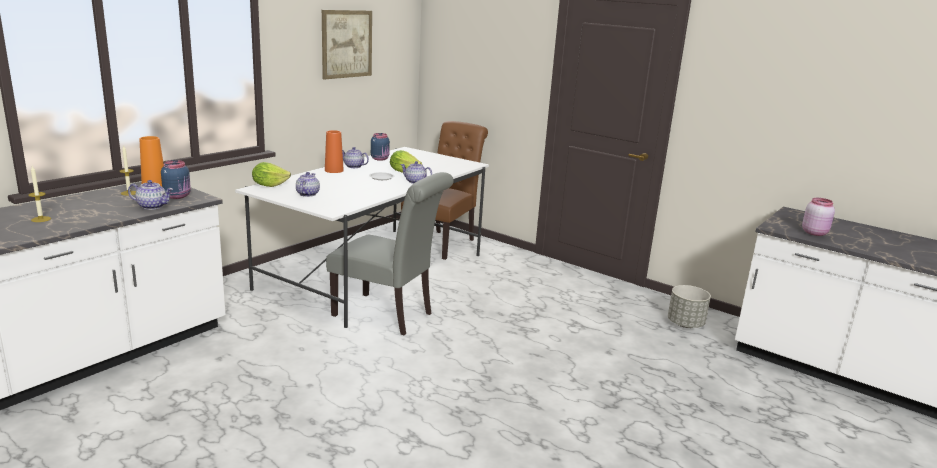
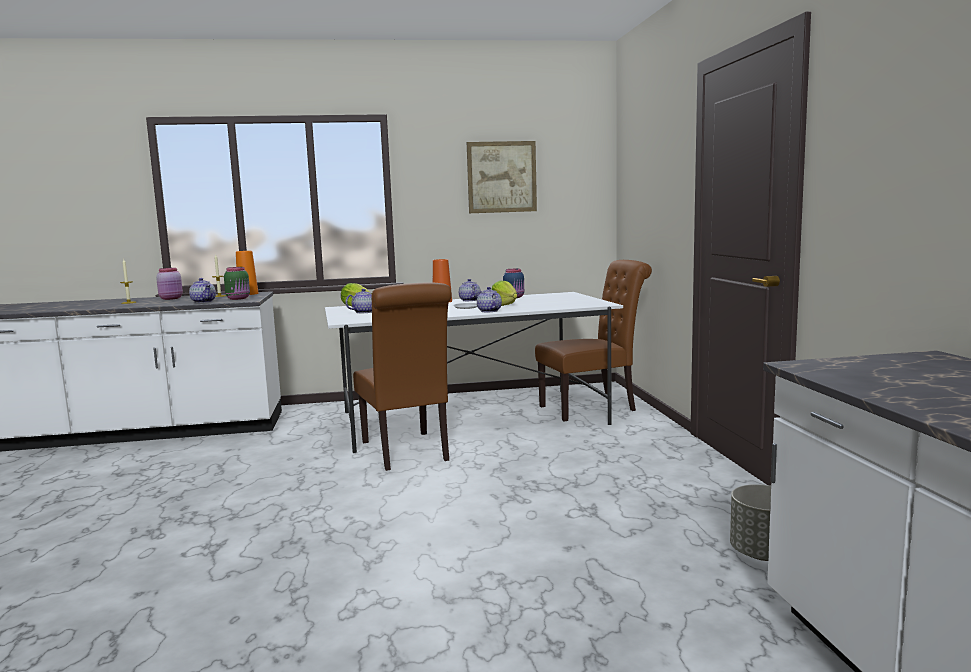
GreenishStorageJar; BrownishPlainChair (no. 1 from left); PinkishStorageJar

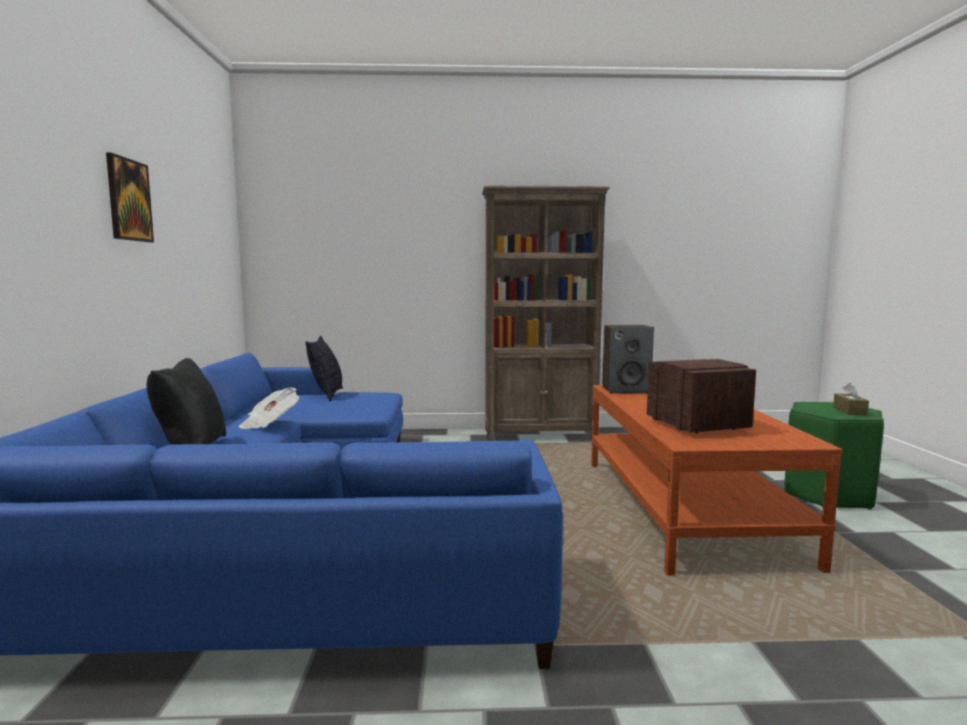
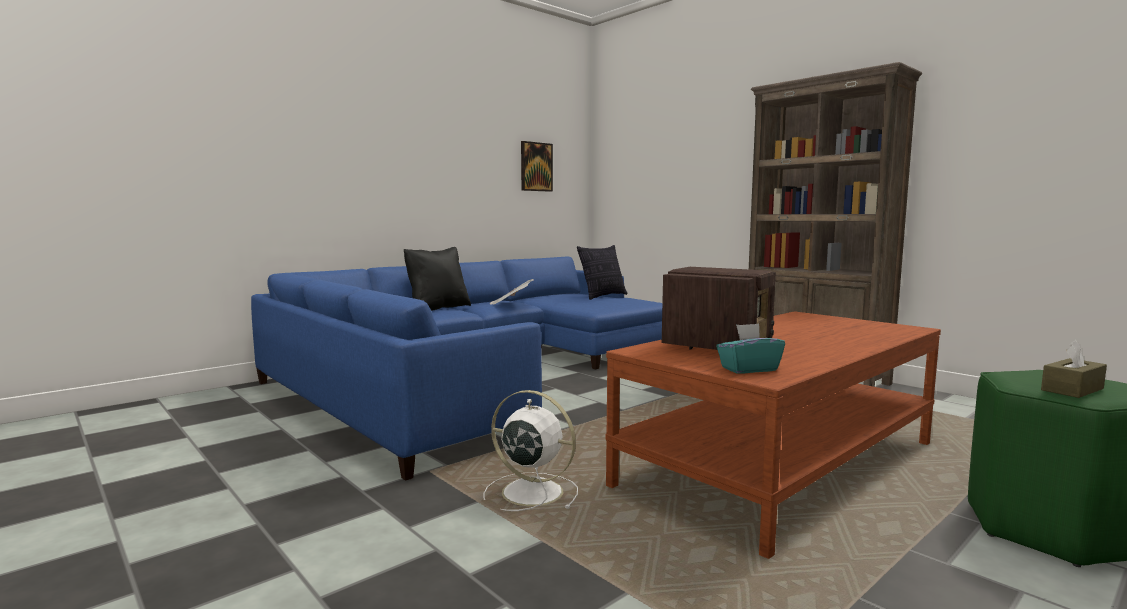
Picture; Loudspeaker; WhitishFan; BlueGreenTissueBox

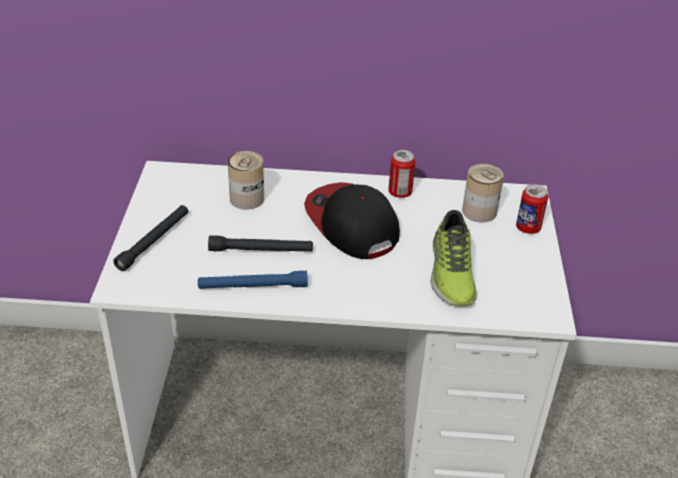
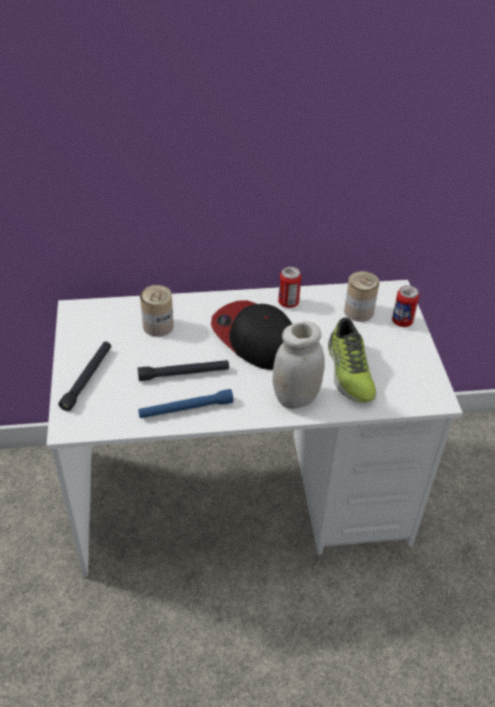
WhitishStorageJar

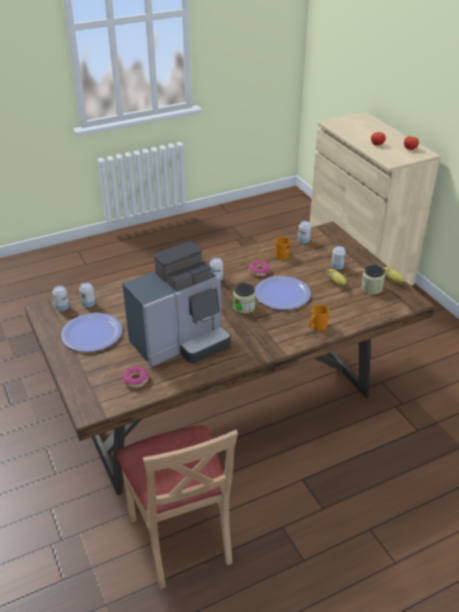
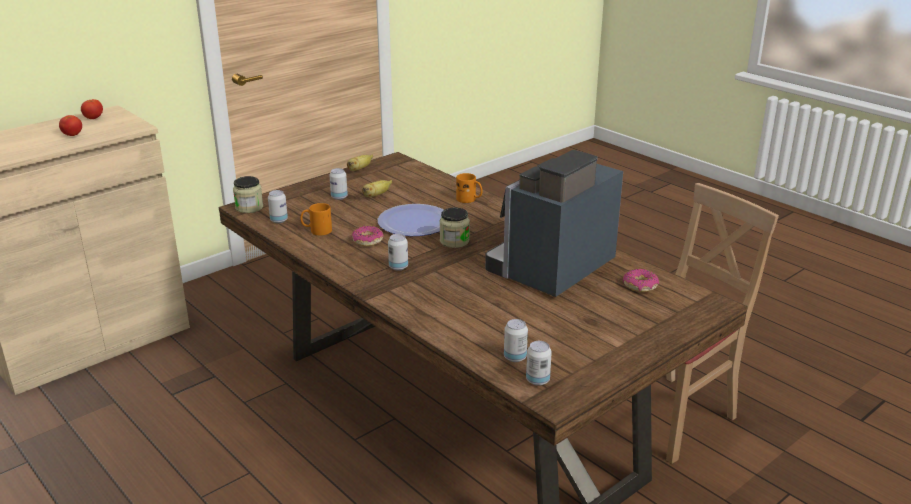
Plate (no. 1 from left in the first image); CoffeeBrewer; StorageJar (no. 1 from left)

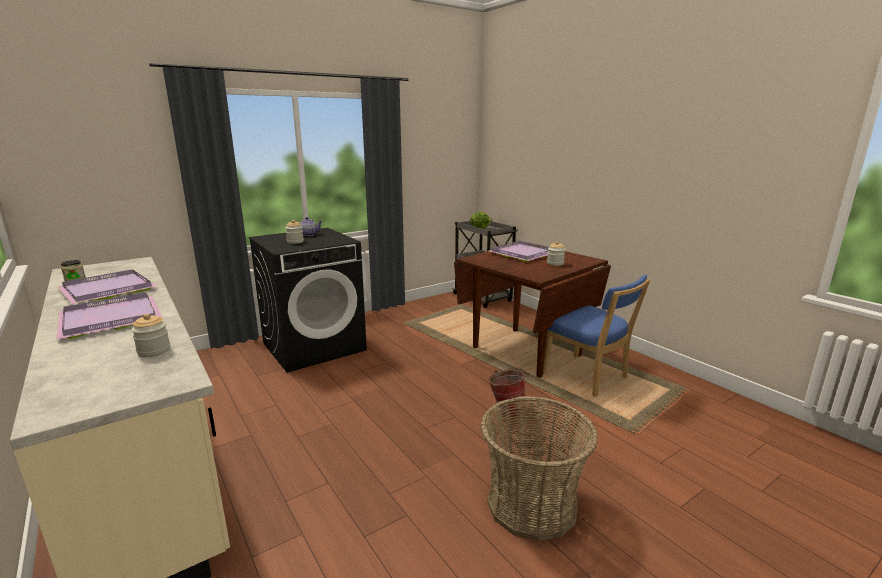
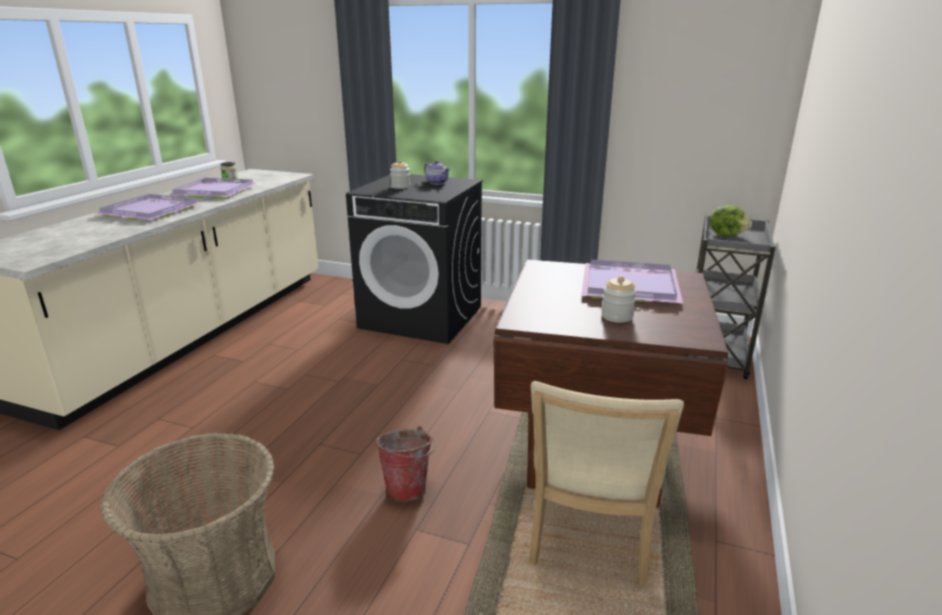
StorageJar (no. 2 from left in the first image); BeigeColouredPlainChair

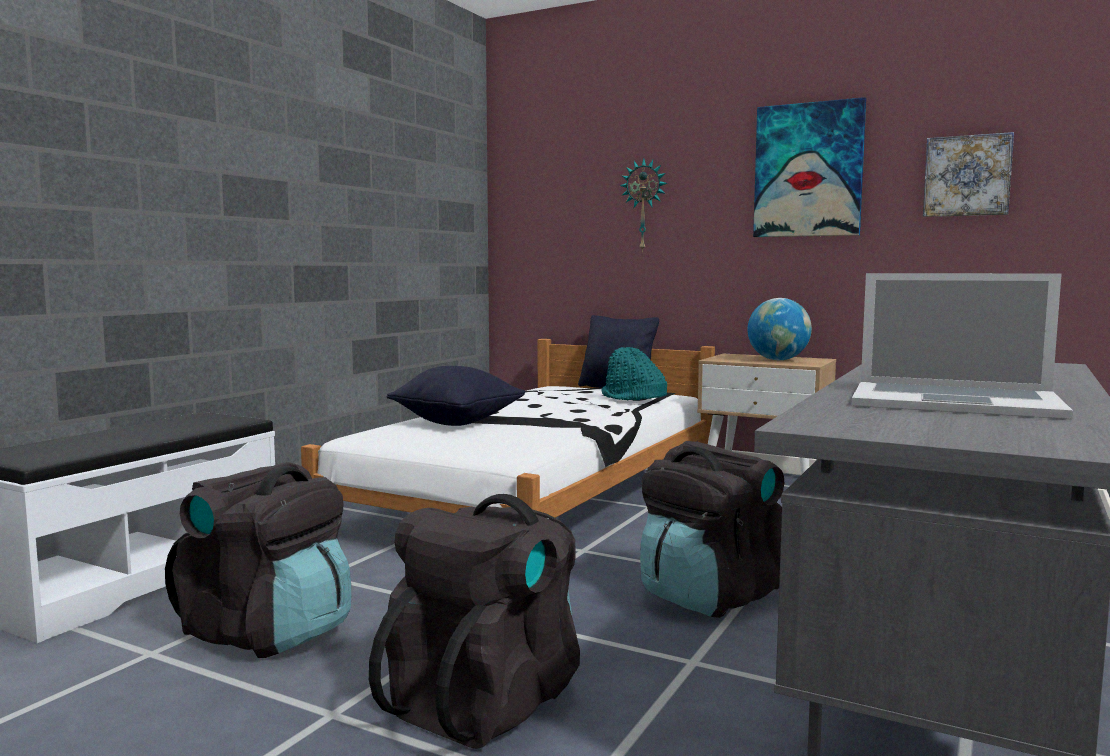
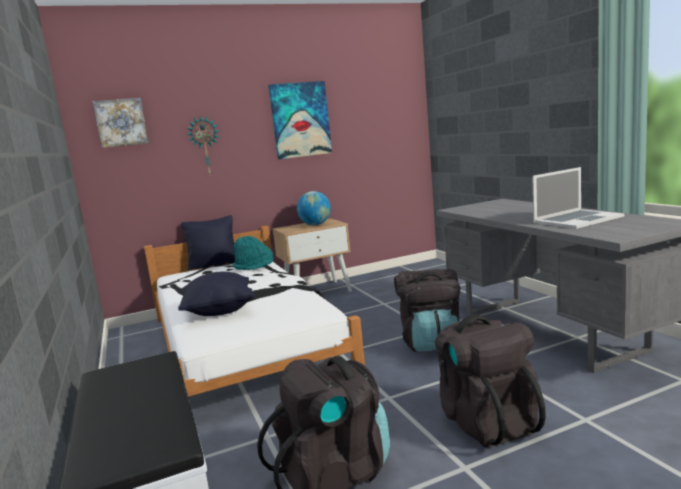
Picture (no. 1 from left)

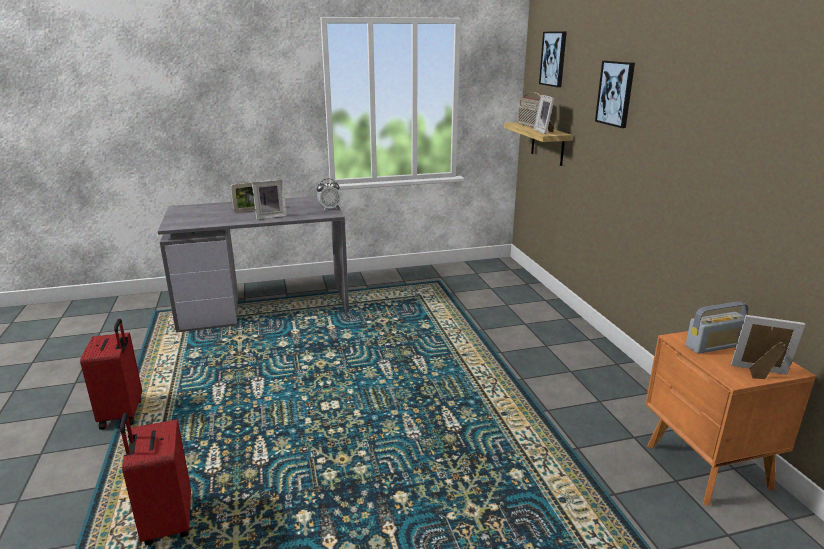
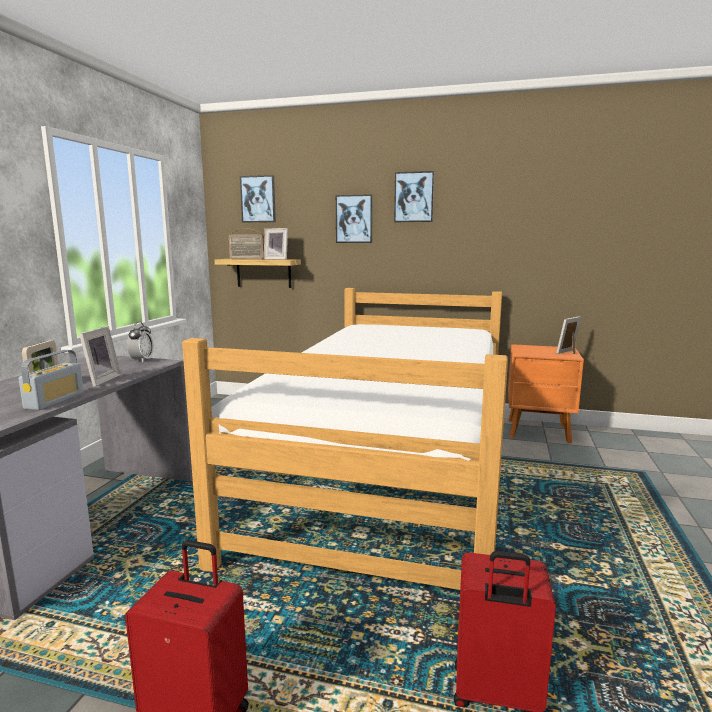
RadioReceiver (no. 1 from left); BedroomBed; Picture (no. 3 from left)

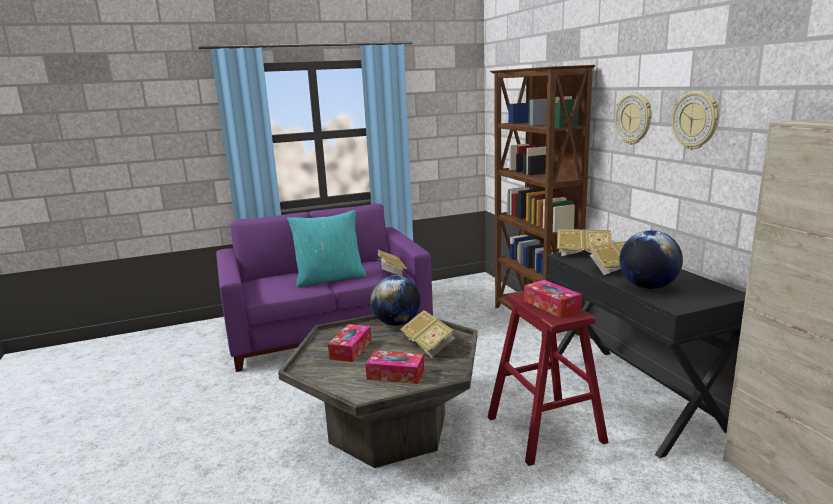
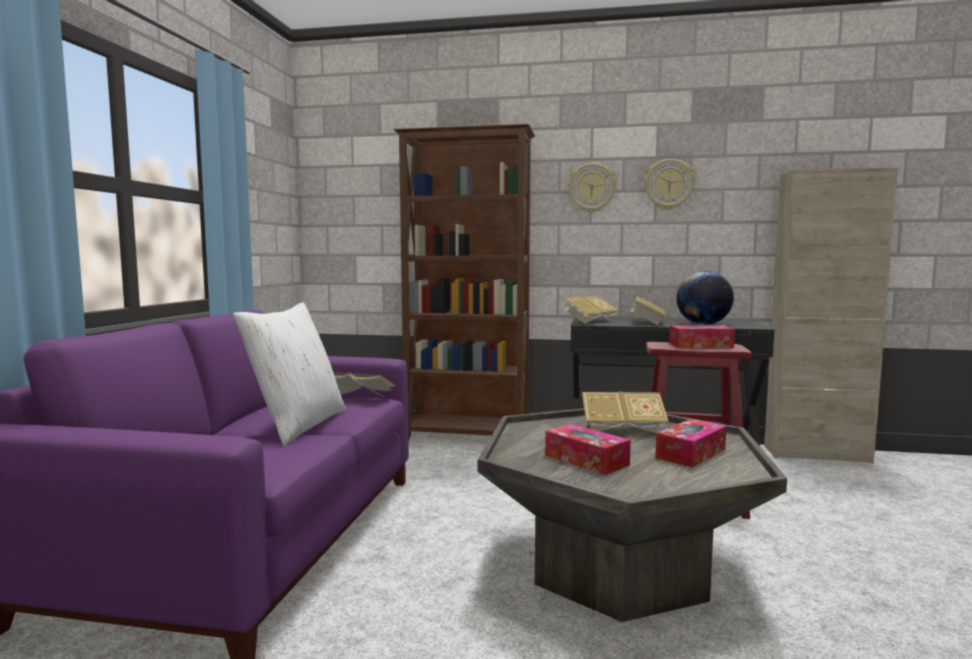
WhitishPillow; WorldGlobe (no. 1 from left in the first image)

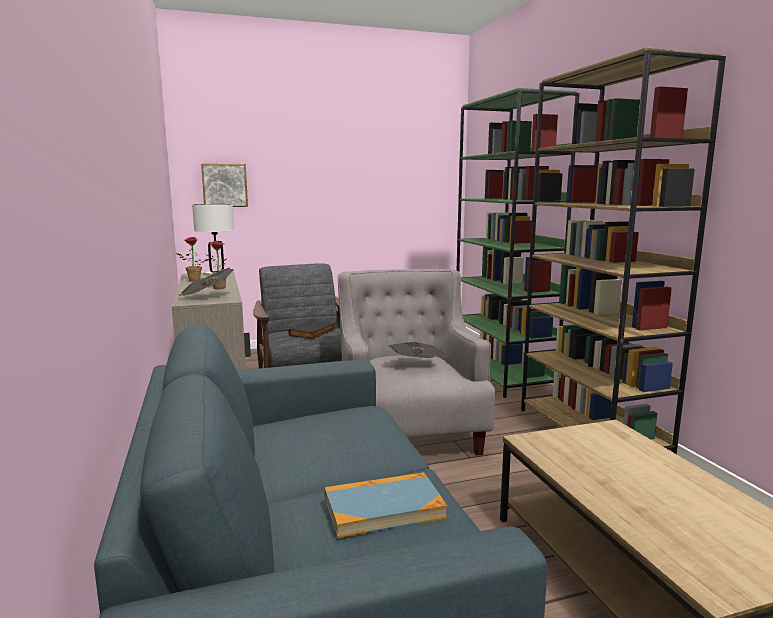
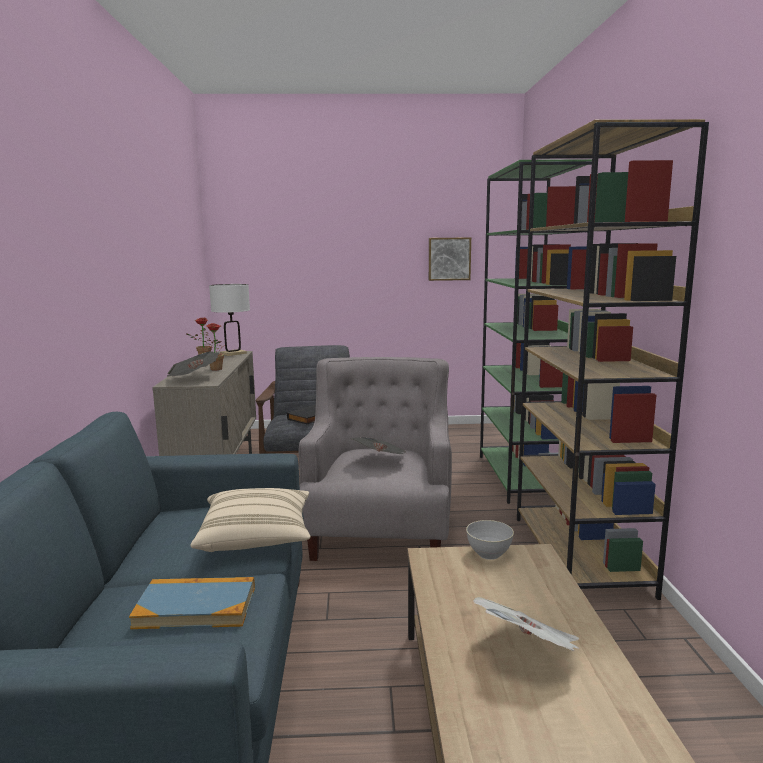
Picture; BeigeColouredPillow; GreyDeepDish; DailyPaper (no. 3 from left)

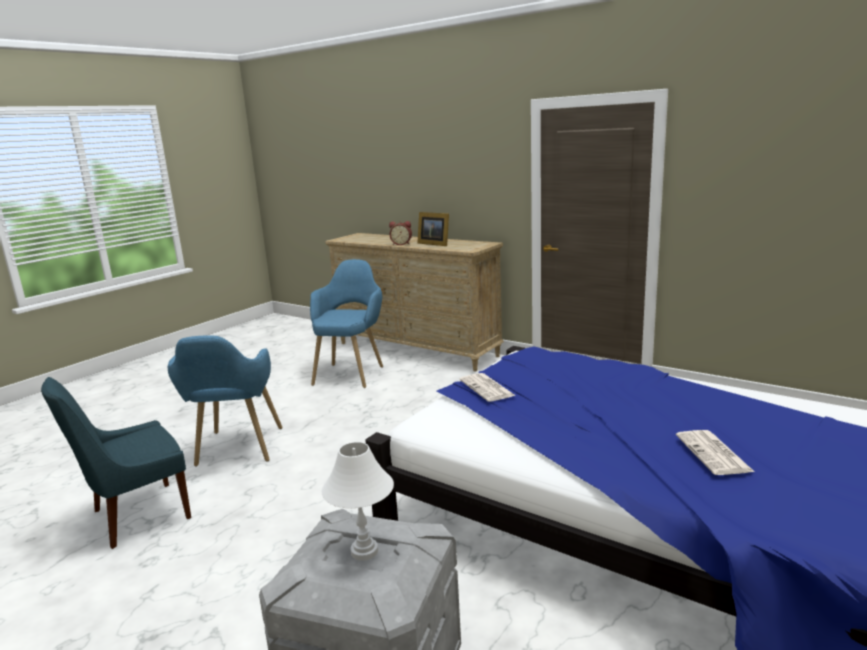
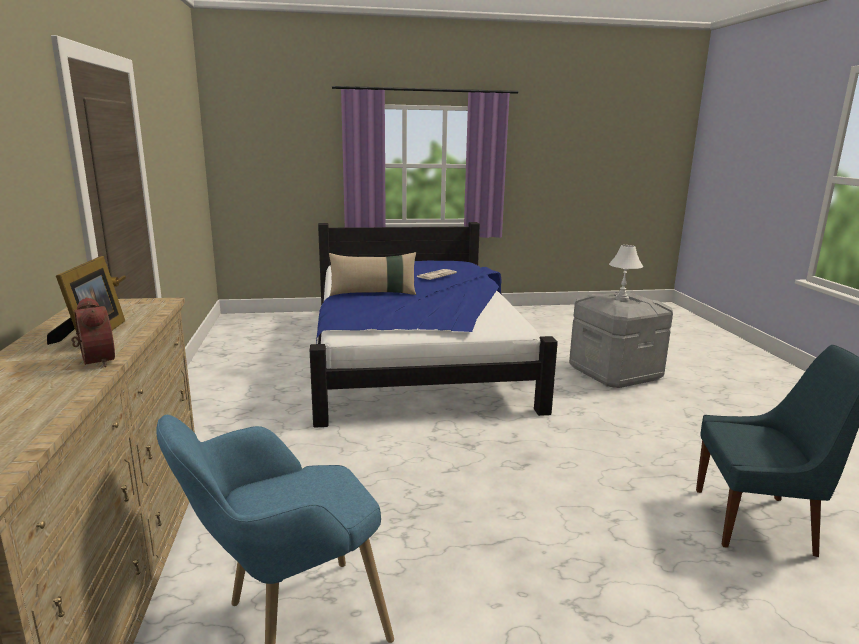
BluishEasyChair (no. 1 from left in the first image); DailyPaper (no. 1 from left in the first image); BeigeColouredPillow

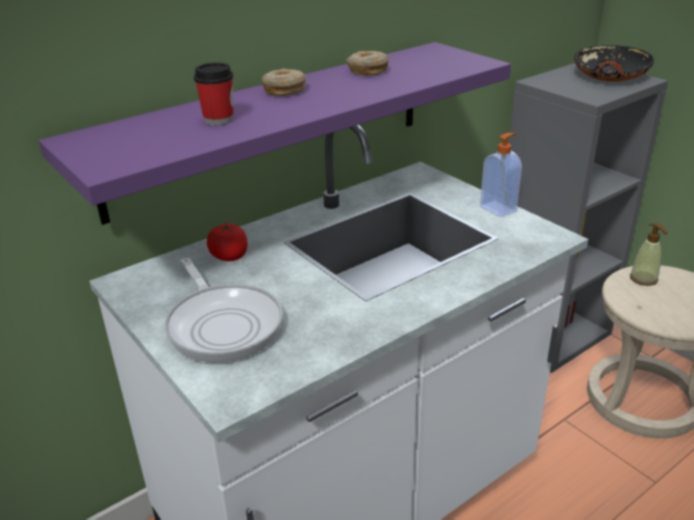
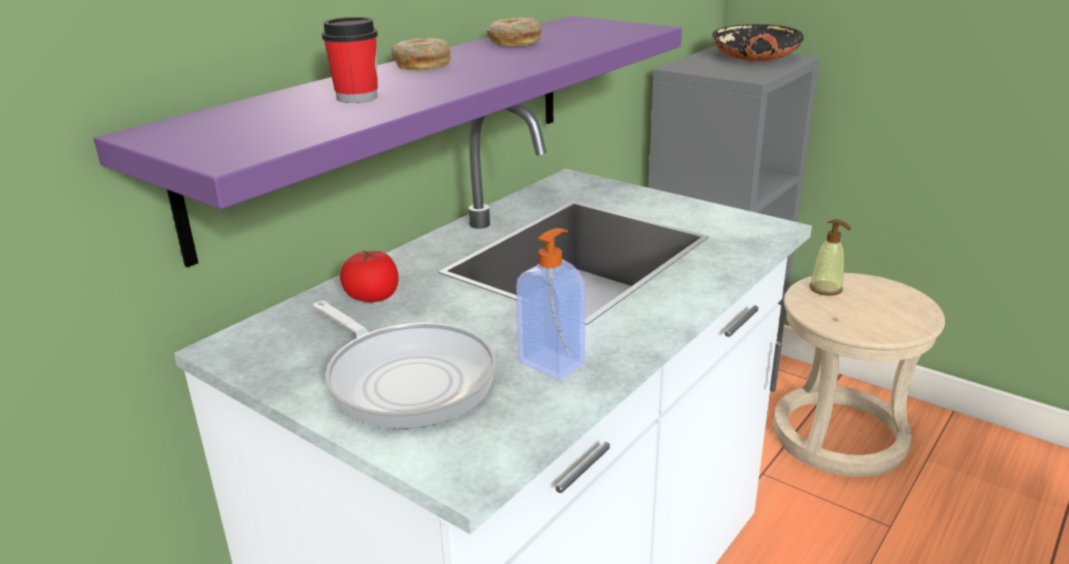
SoapBottle (no. 1 from left)

